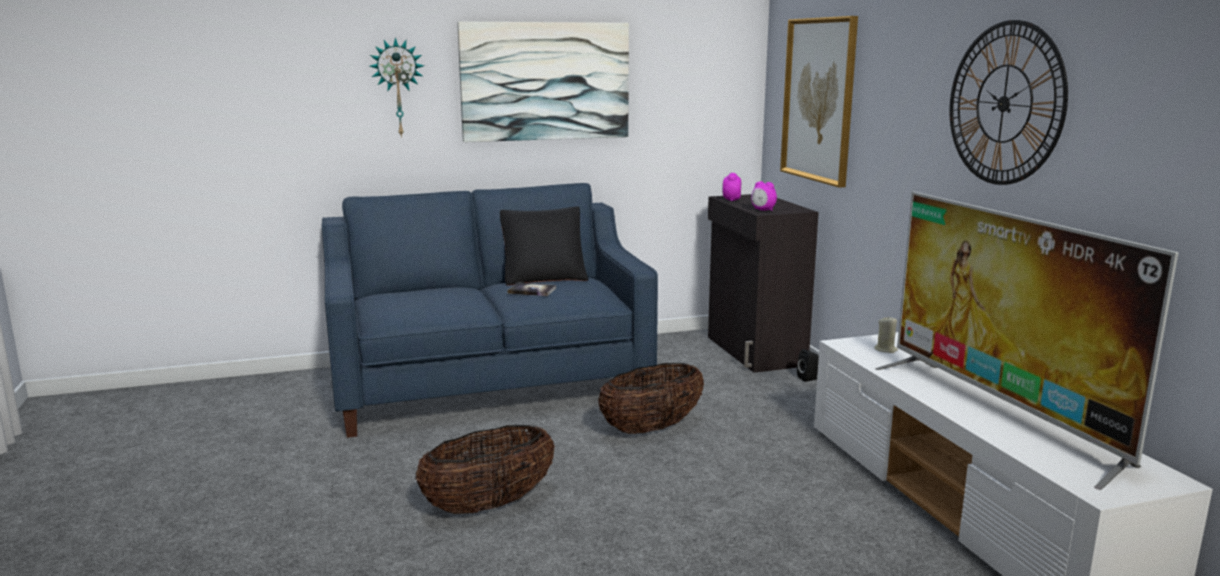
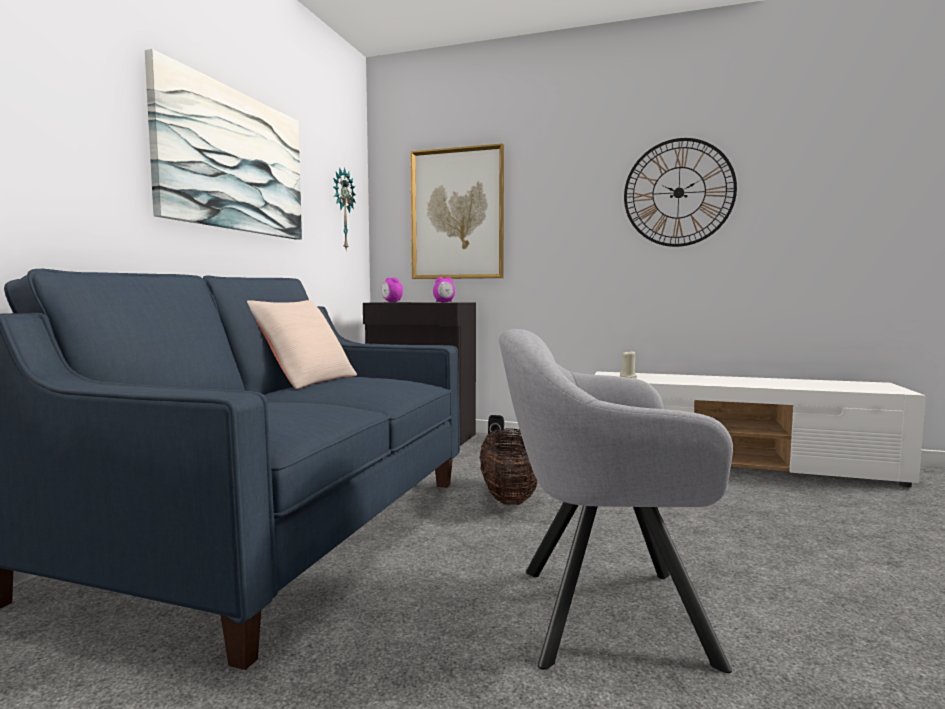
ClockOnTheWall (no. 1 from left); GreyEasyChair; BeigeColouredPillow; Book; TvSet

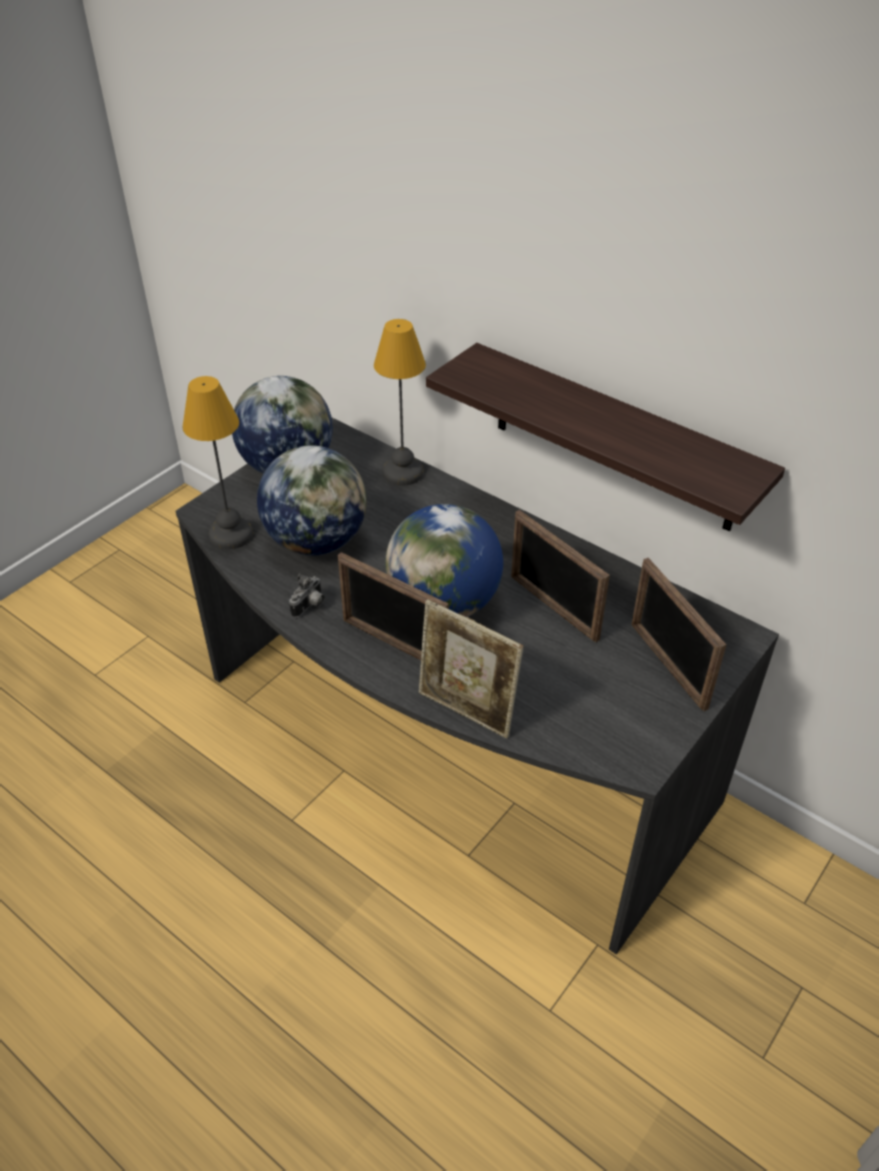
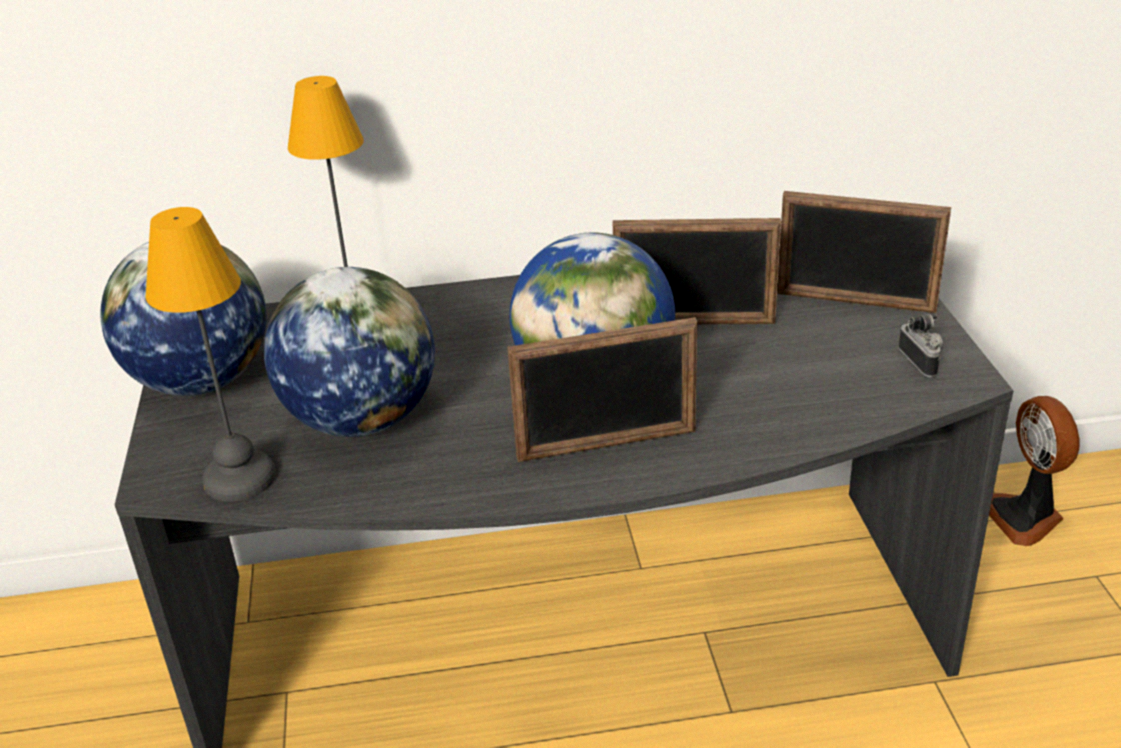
StillCamera; StandingFrame (no. 2 from left in the first image); Shelf; Fan

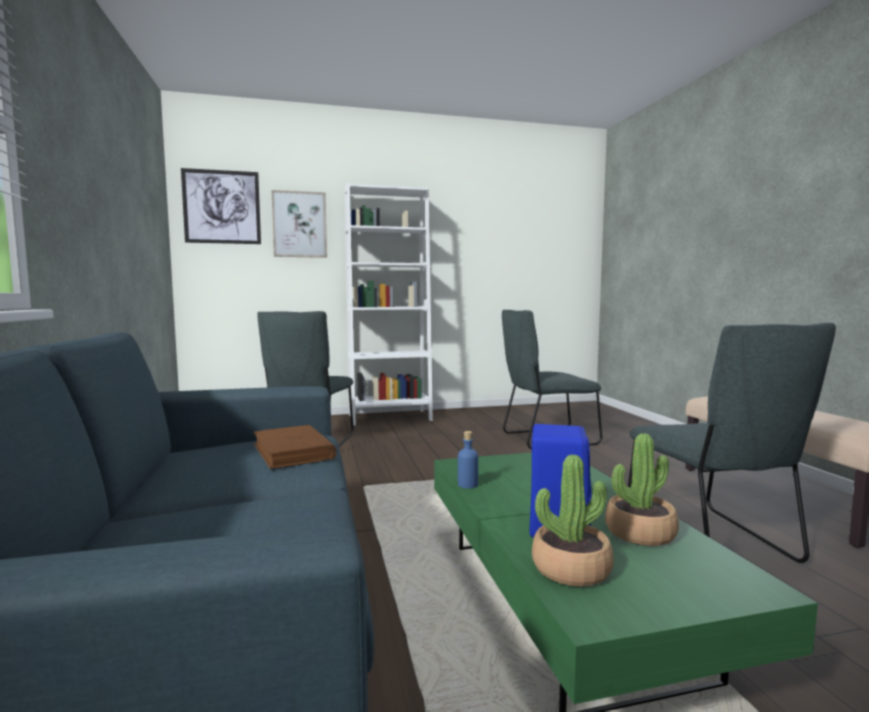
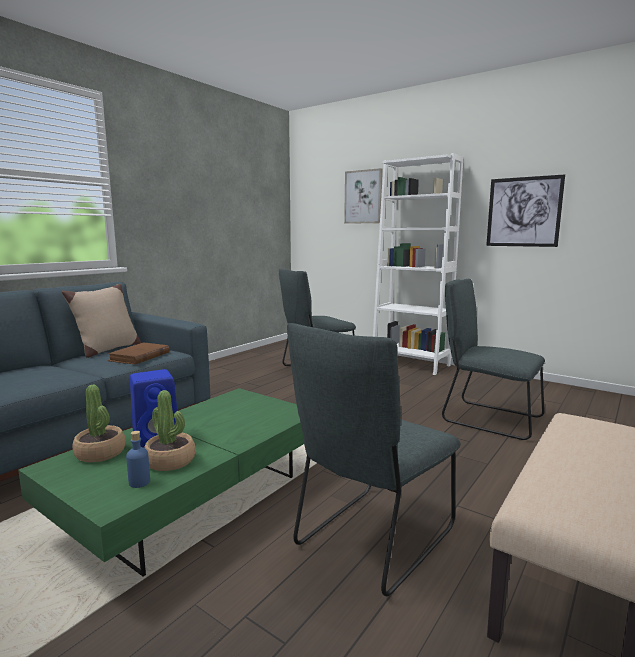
Picture (no. 2 from left); BluishBeverageBottle; BeigeColouredPillow

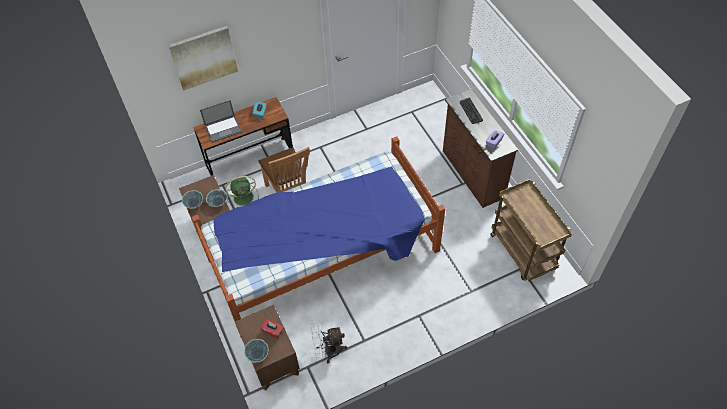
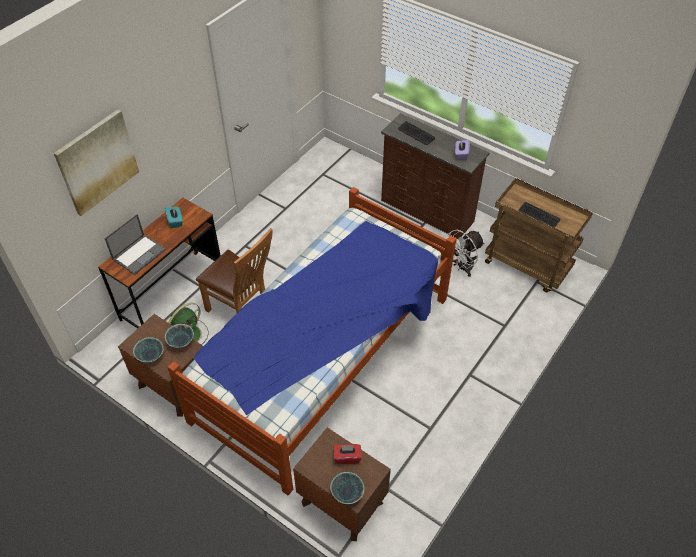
WhitishFan; Keyboard (no. 2 from left)

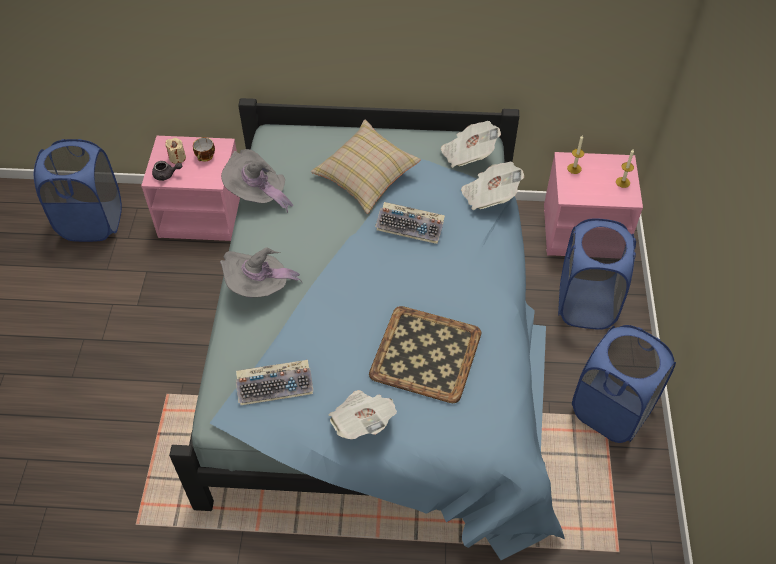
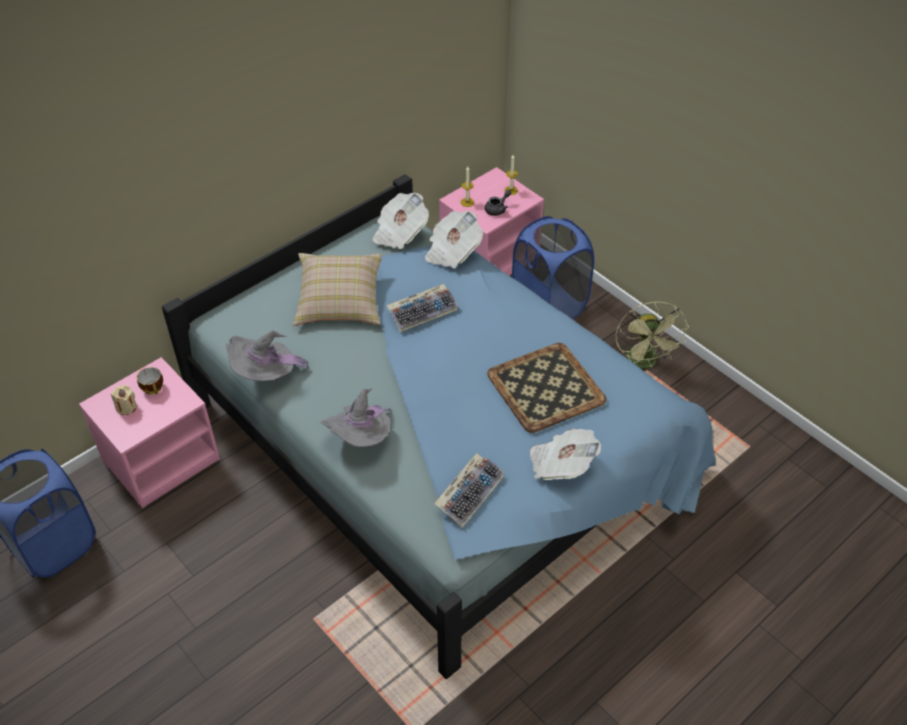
GreyPotForTea; GreenishFan

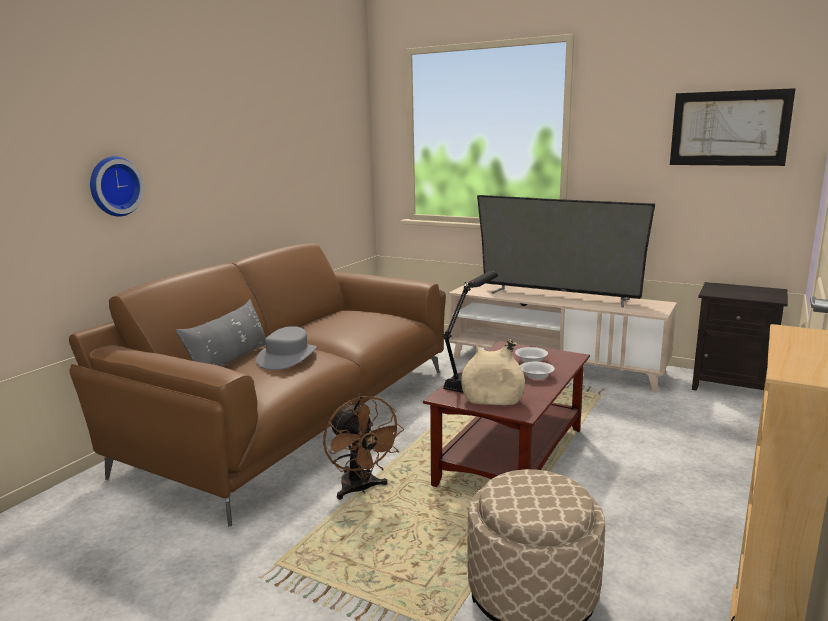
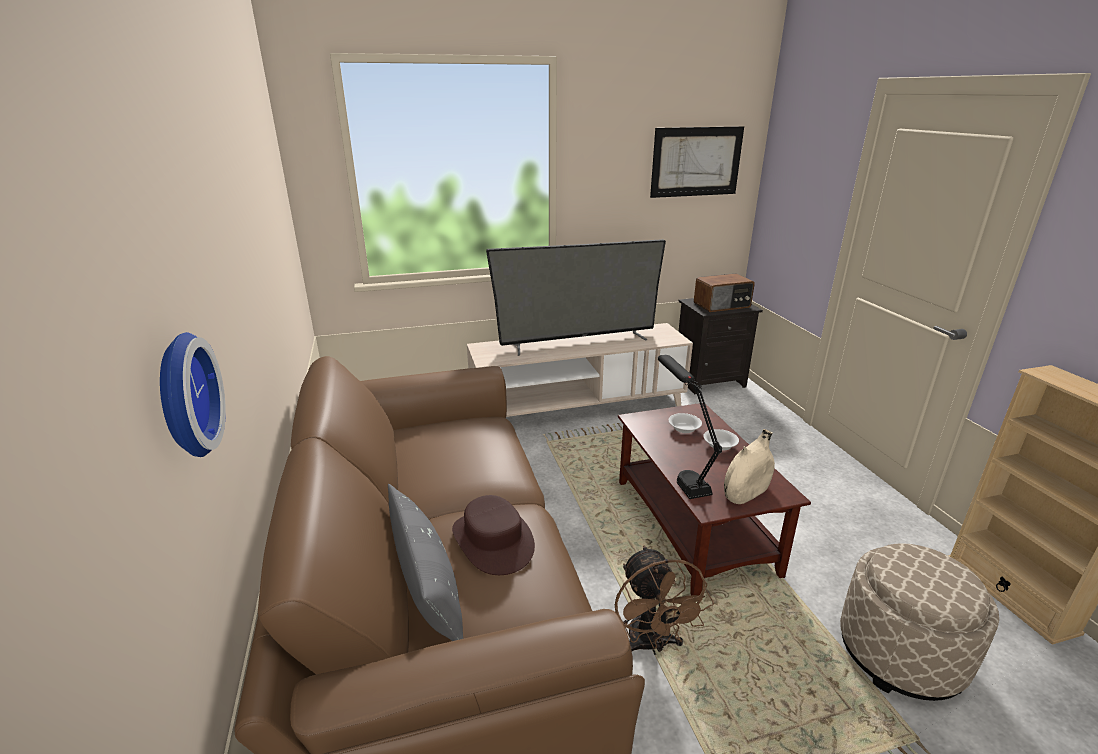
BrownishWearableHat; BrownishFan; RadioReceiver

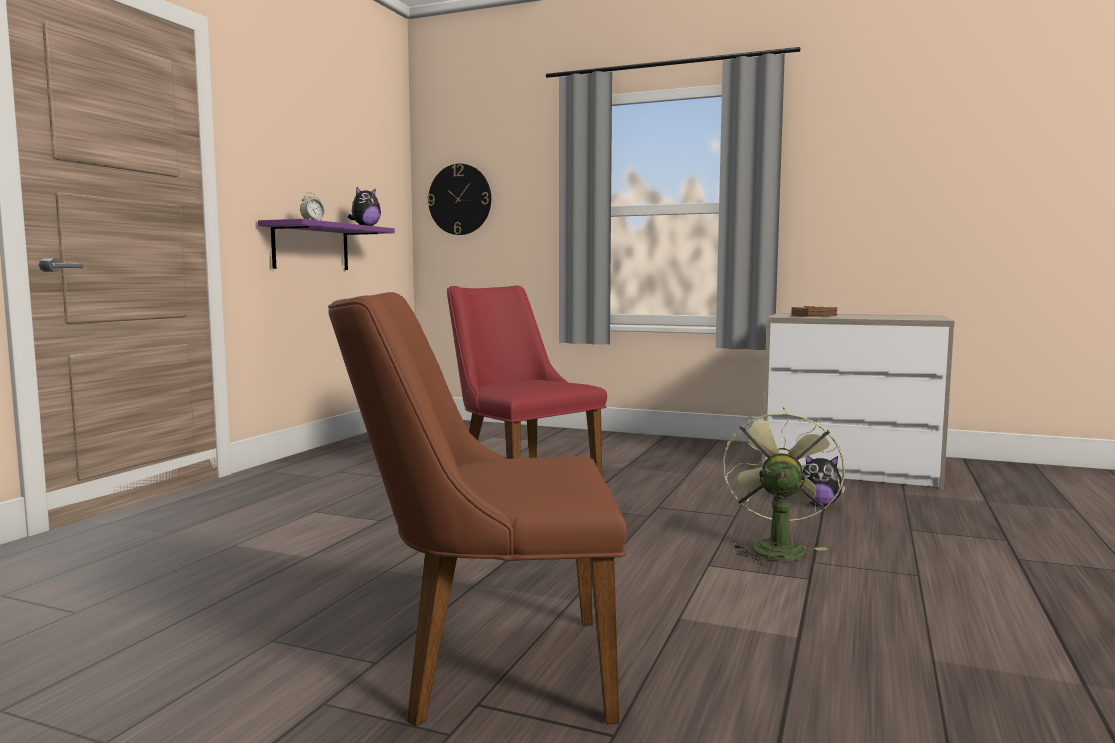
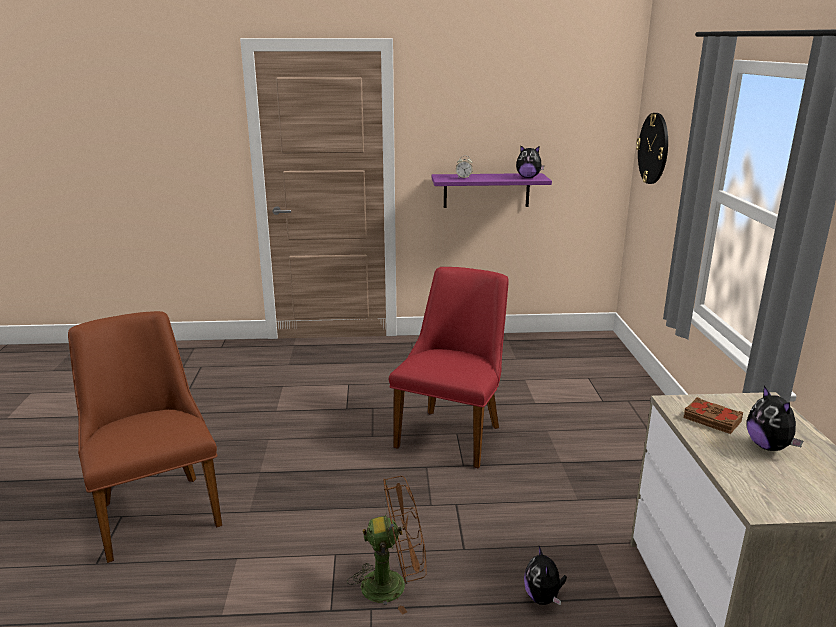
BrownishFan; SoftToy (no. 3 from left)

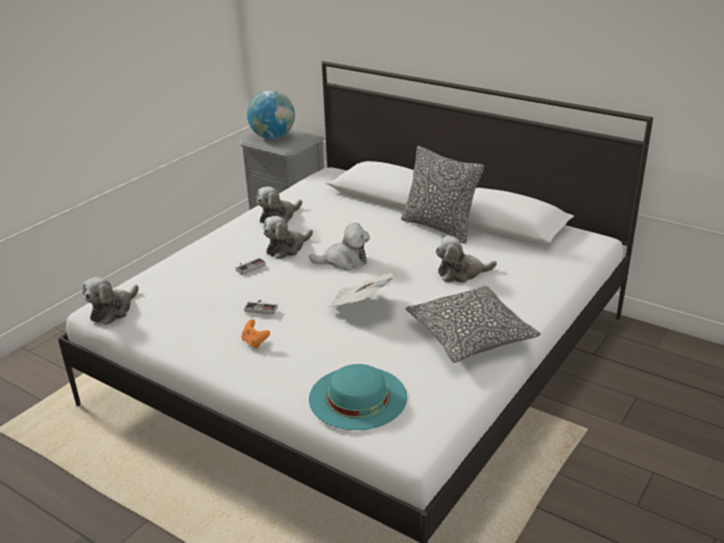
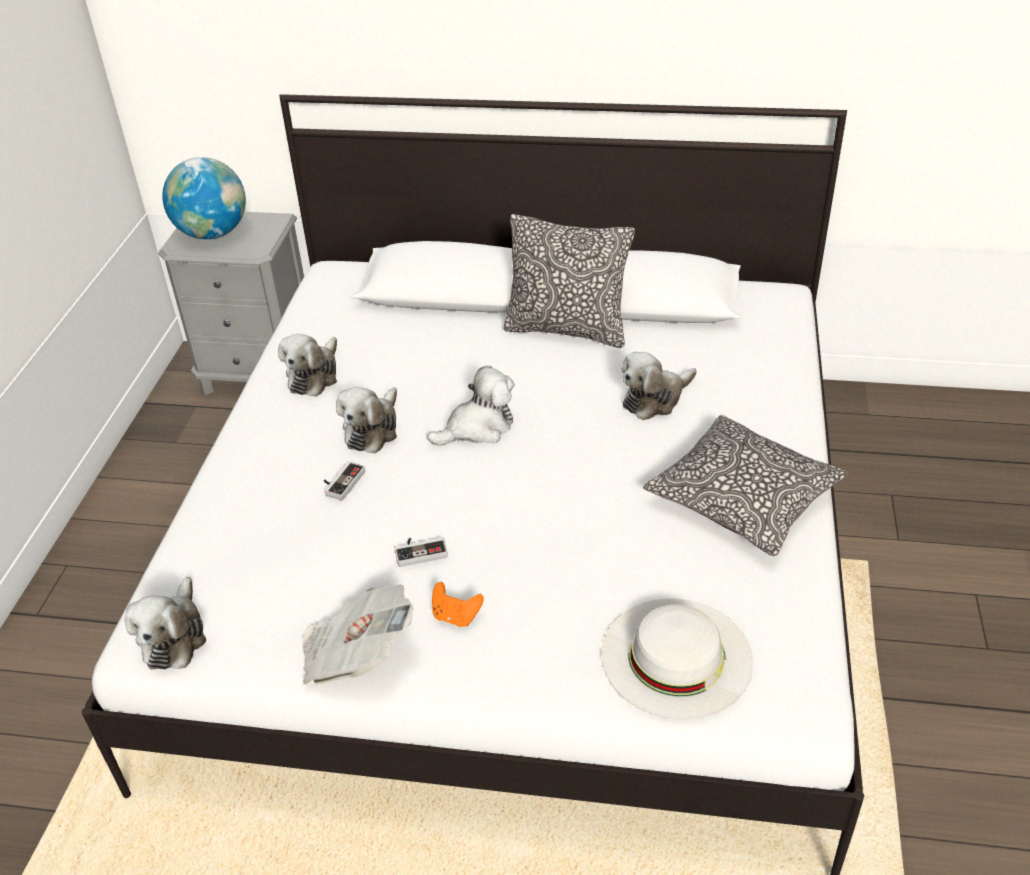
WhitishWearableHat; DailyPaper

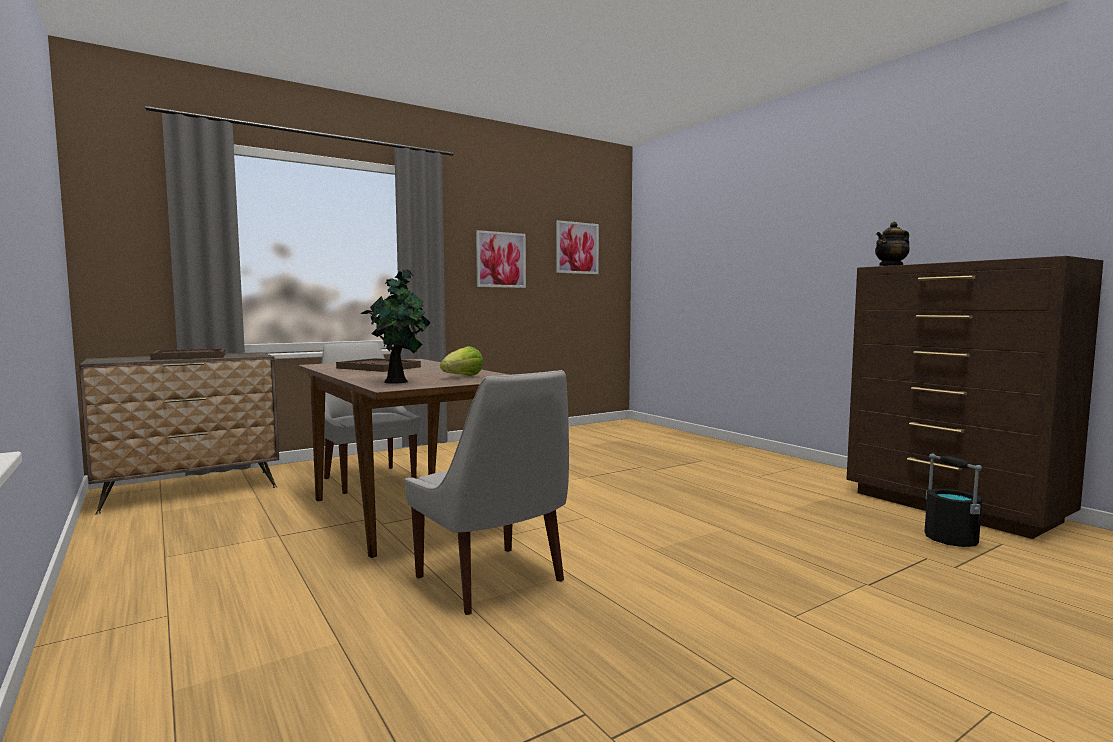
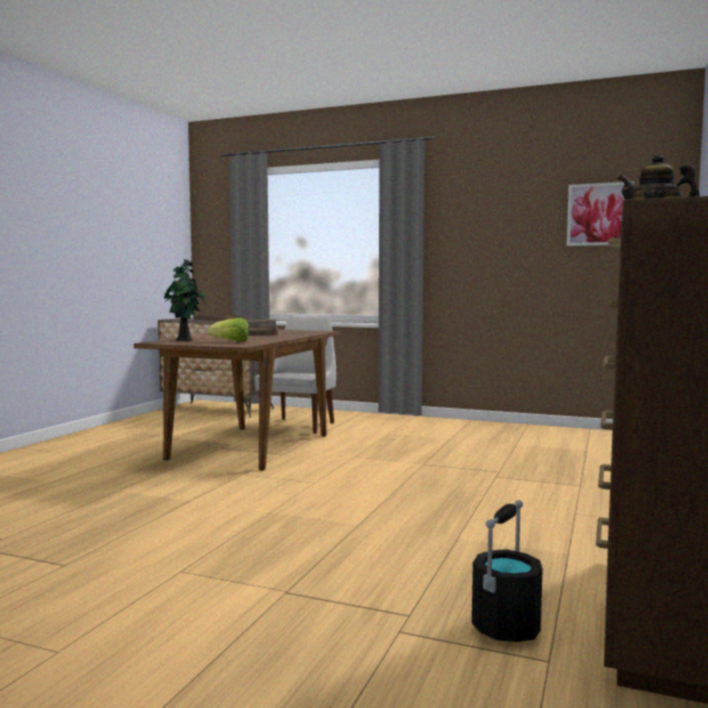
WhitishPlainChair (no. 2 from left in the first image); Picture (no. 1 from left in the first image)

